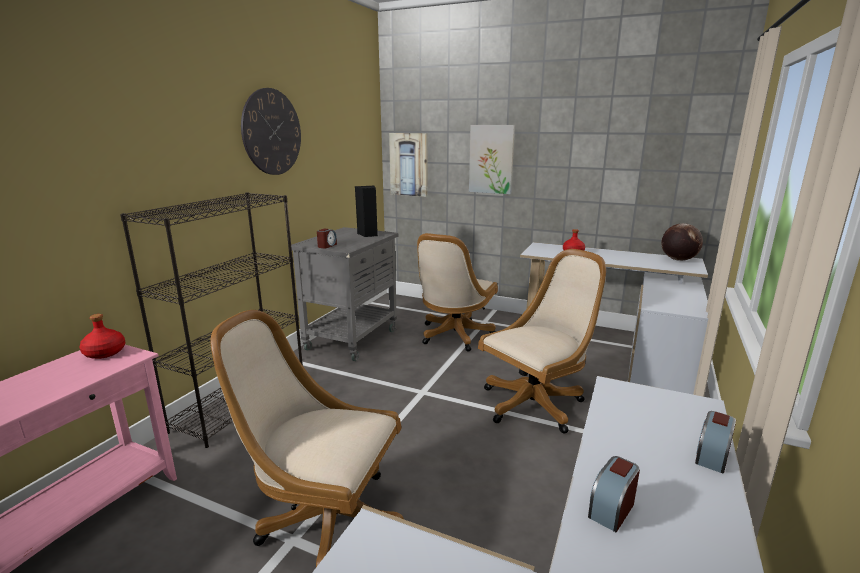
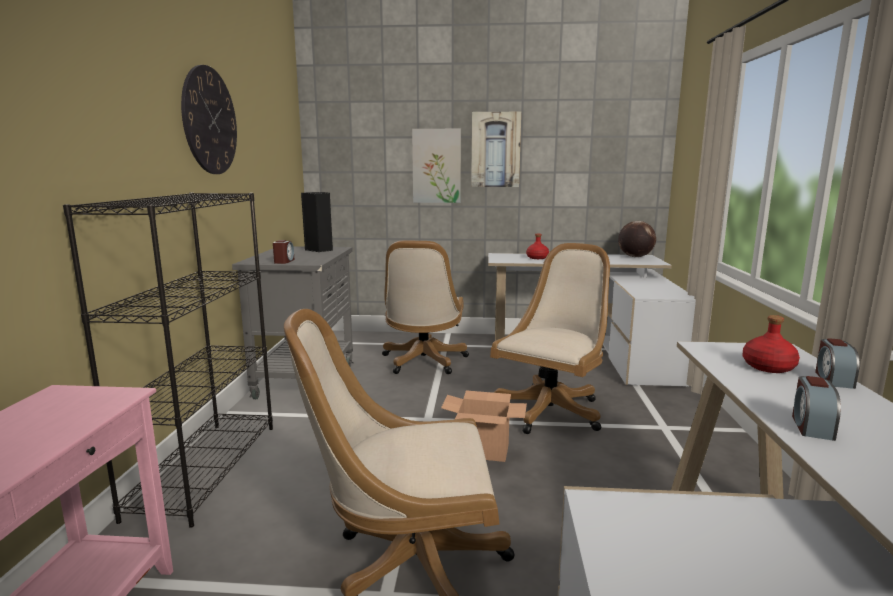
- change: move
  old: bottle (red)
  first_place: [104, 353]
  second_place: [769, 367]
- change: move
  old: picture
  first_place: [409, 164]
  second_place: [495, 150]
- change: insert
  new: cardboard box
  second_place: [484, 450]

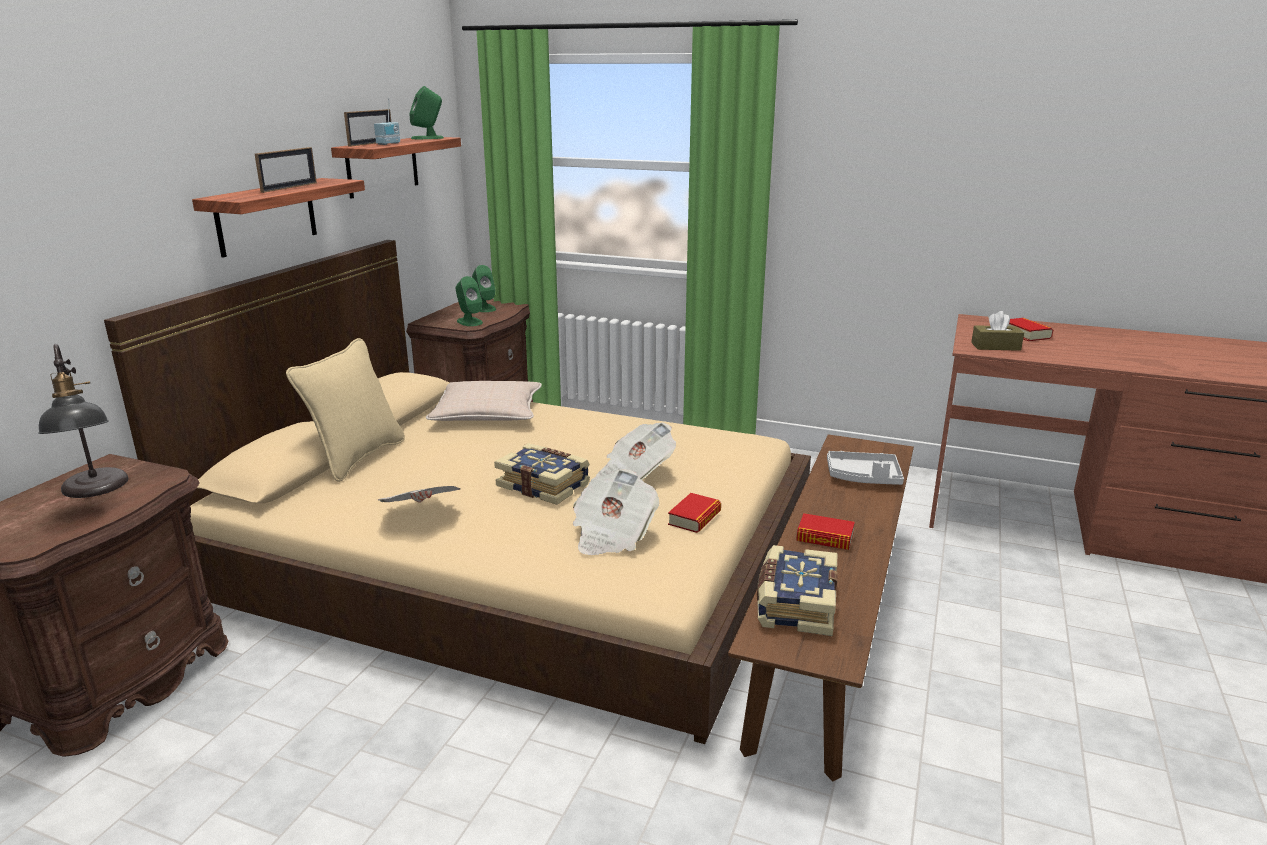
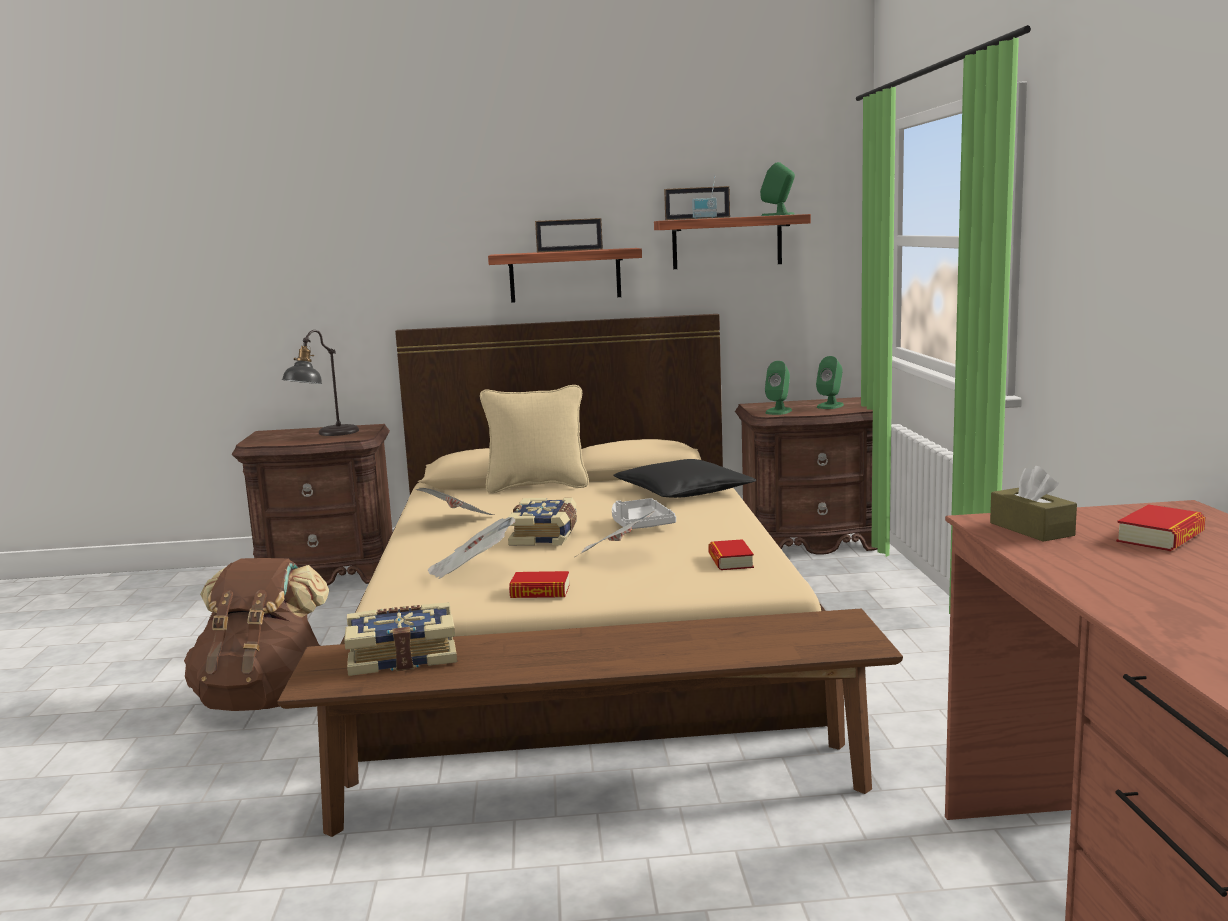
- change: recolor
  old: pillow (beige-coloured)
  new: pillow (black)
  first_place: [487, 412]
  second_place: [683, 490]
- change: move
  old: bound book
  first_place: [825, 537]
  second_place: [730, 561]
- change: move
  old: tray (gray)
  first_place: [863, 477]
  second_place: [640, 524]
- change: insert
  new: rucksack (brownish)
  second_place: [264, 699]

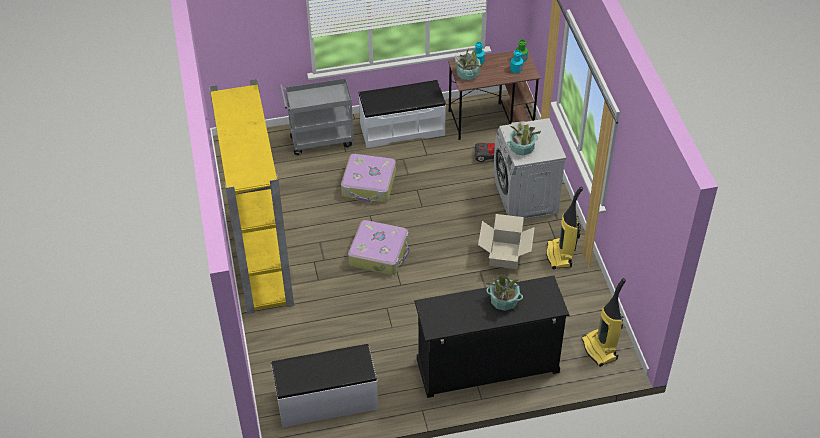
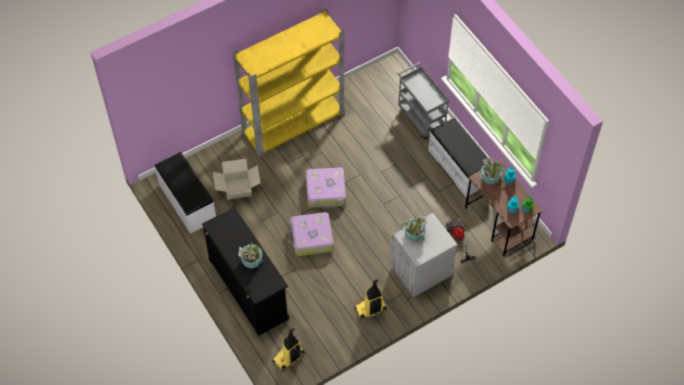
- change: move
  old: suitcase
  first_place: [369, 184]
  second_place: [311, 238]
- change: move
  old: cardboard box
  first_place: [504, 255]
  second_place: [237, 188]

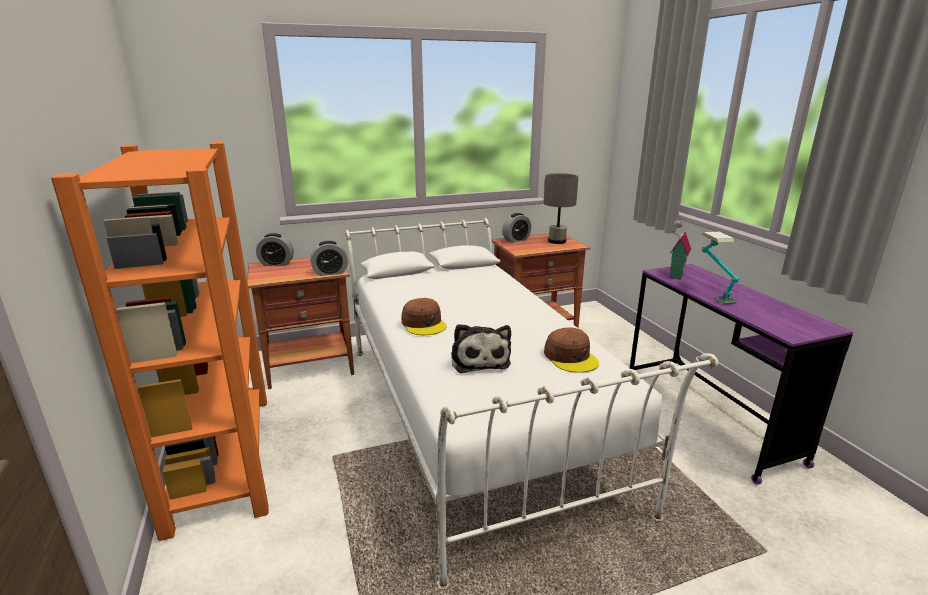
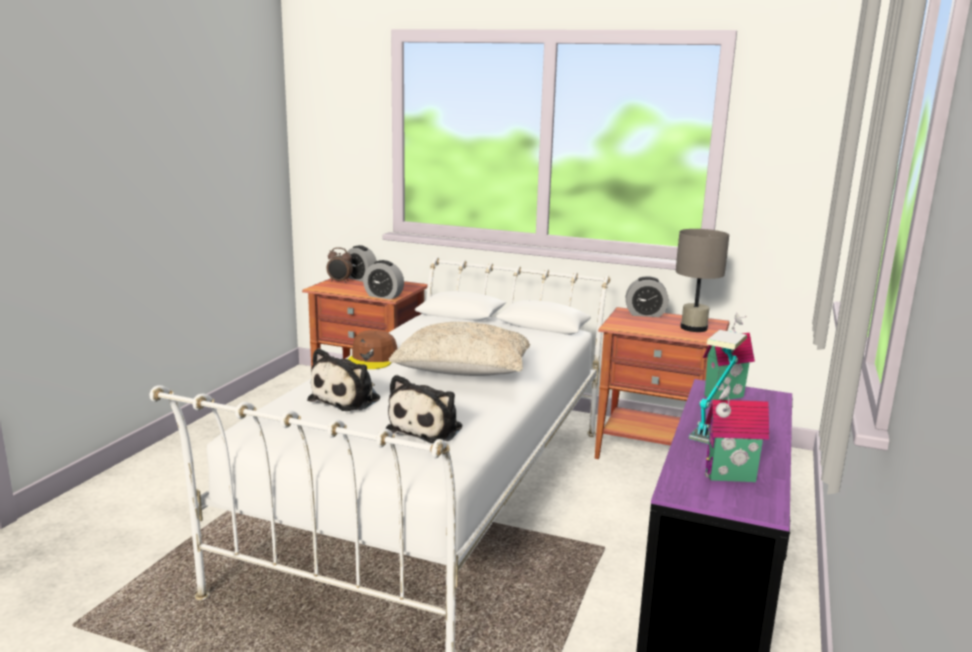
- change: delete
  old: shelving unit (orange-coloured)
  first_place: [222, 458]
- change: replace
  old: peaked cap (brownish)
  new: cuddly toy
  first_place: [571, 357]
  second_place: [428, 428]
- change: insert
  new: table clock
  second_place: [340, 281]
- change: insert
  new: pillow (beige-coloured)
  second_place: [464, 372]
- change: insert
  new: model house
  second_place: [730, 478]

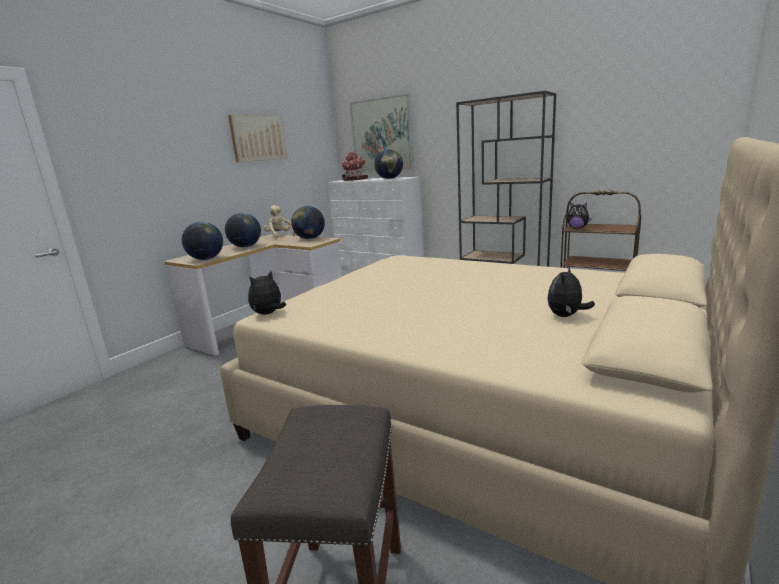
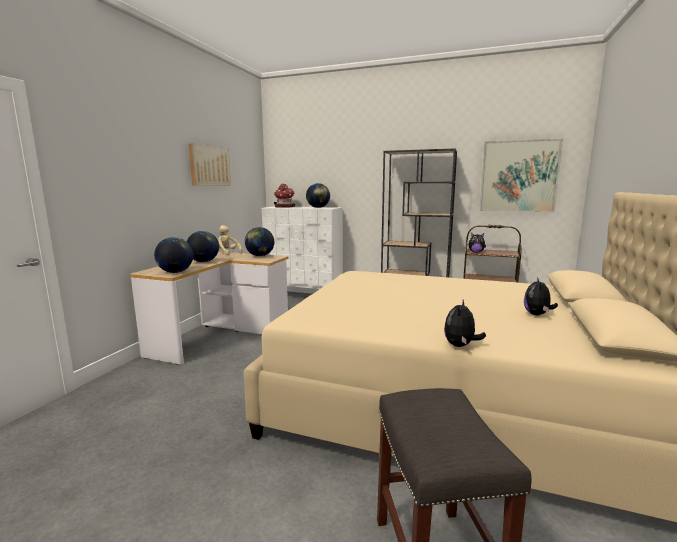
- change: move
  old: cuddly toy
  first_place: [268, 314]
  second_place: [460, 346]
- change: move
  old: picture
  first_place: [382, 135]
  second_place: [518, 176]

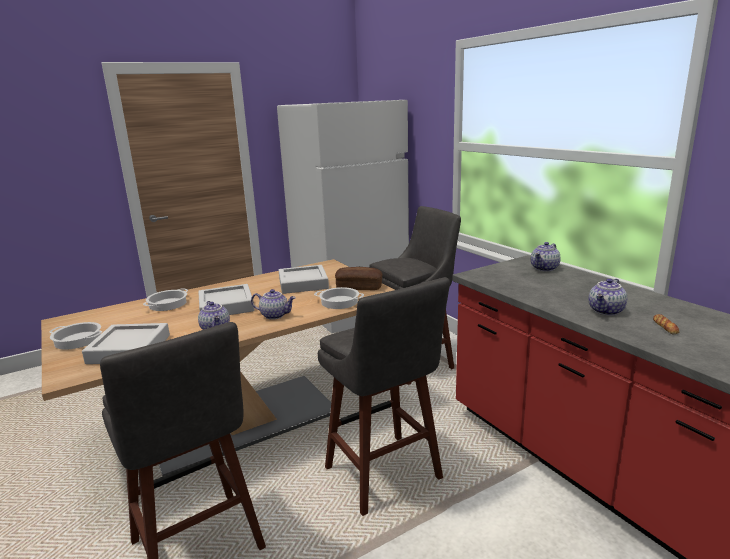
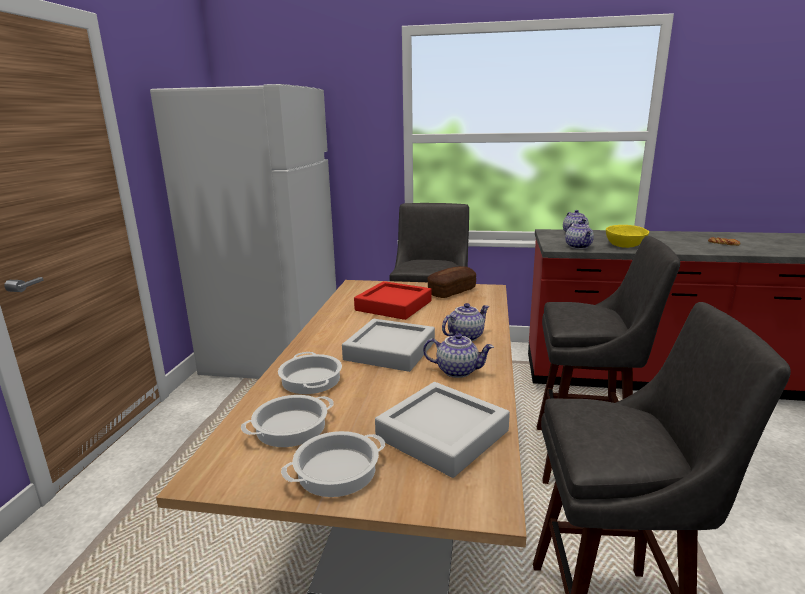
- change: recolor
  old: tray (gray)
  new: tray (red)
  first_place: [303, 284]
  second_place: [393, 306]
- change: move
  old: stockpot
  first_place: [340, 302]
  second_place: [291, 427]
- change: move
  old: tea pot
  first_place: [606, 311]
  second_place: [579, 246]
- change: insert
  new: bowl (yellowish)
  second_place: [624, 245]

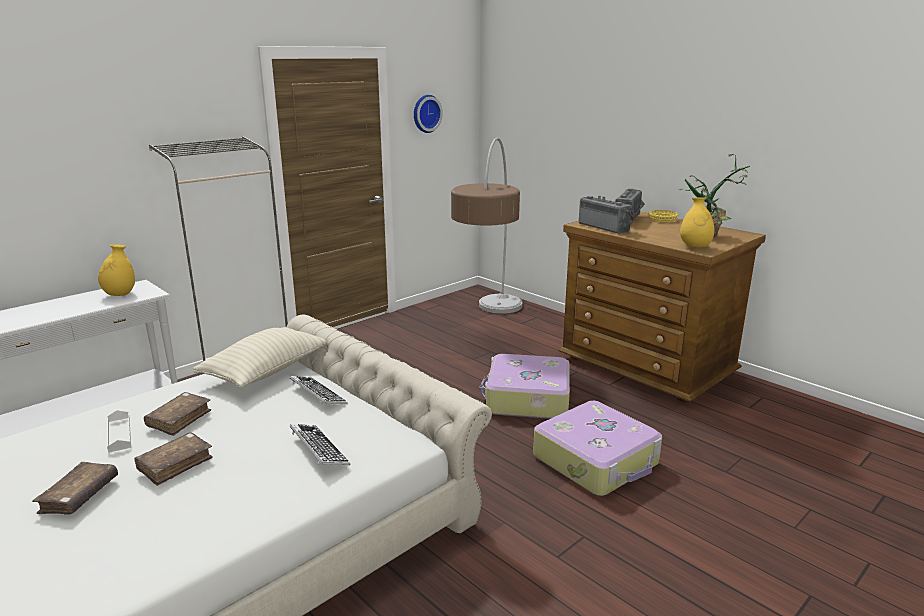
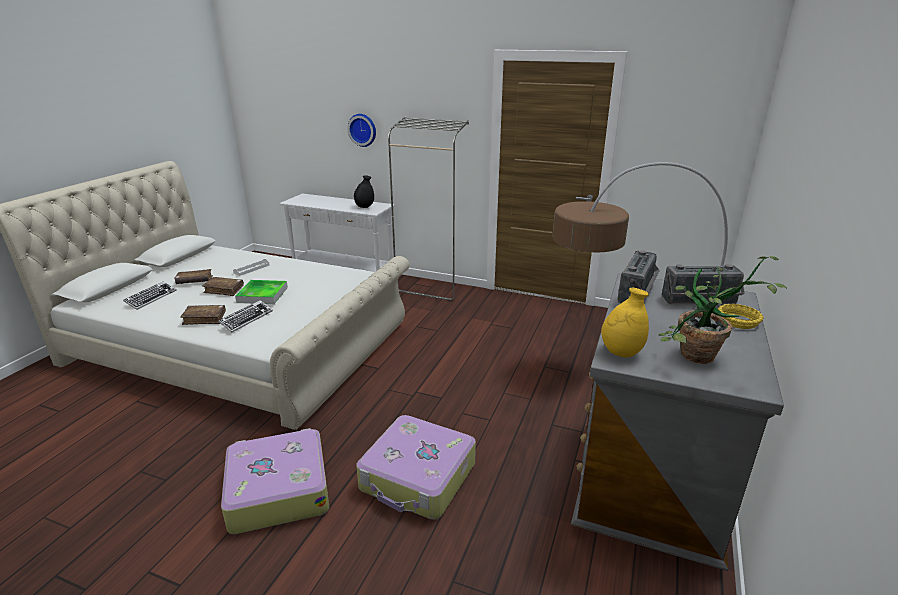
- change: recolor
  old: vase (yellowish)
  new: vase (black)
  first_place: [120, 294]
  second_place: [364, 207]
- change: move
  old: bound book (brownish)
  first_place: [179, 419]
  second_place: [205, 319]
- change: delete
  old: pillow (beige-coloured)
  first_place: [267, 371]
- change: move
  old: computer keyboard
  first_place: [317, 395]
  second_place: [151, 298]
- change: move
  old: hanging clock
  first_place: [425, 113]
  second_place: [363, 130]
- change: move
  old: suitcase
  first_place: [526, 398]
  second_place: [277, 490]
- change: recolor
  old: drawer chest (brownish)
  new: drawer chest (gray)
  first_place: [647, 366]
  second_place: [650, 482]
- change: insert
  new: tray
  second_place: [262, 295]

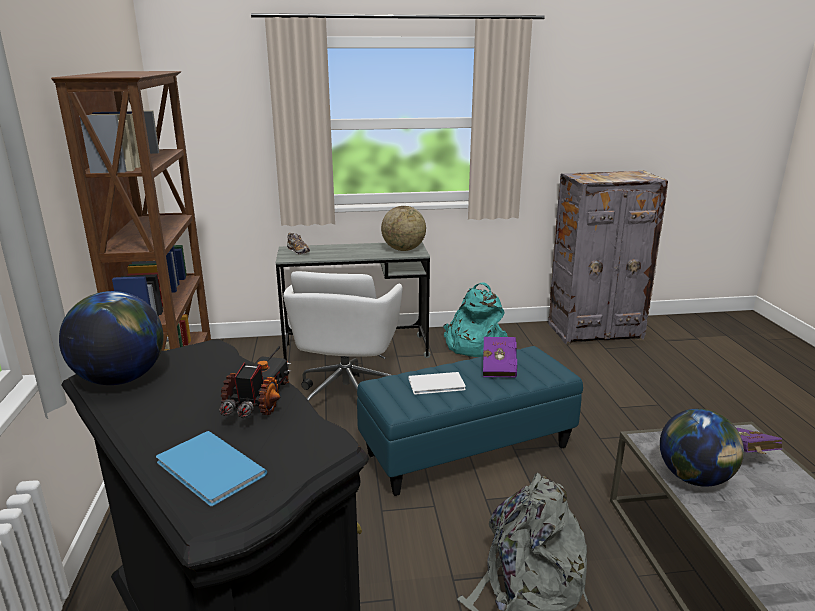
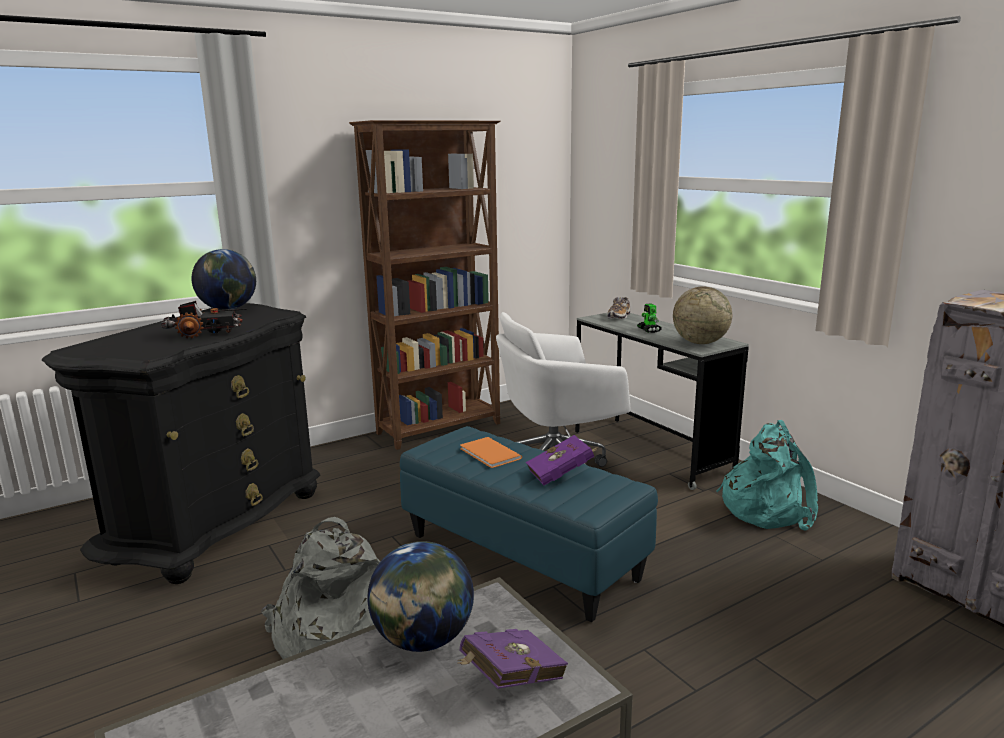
- change: delete
  old: bound book (bluish)
  first_place: [209, 471]
- change: recolor
  old: bound book (white)
  new: bound book (orange-coloured)
  first_place: [438, 384]
  second_place: [489, 454]
- change: insert
  new: toy robot
  second_place: [649, 330]

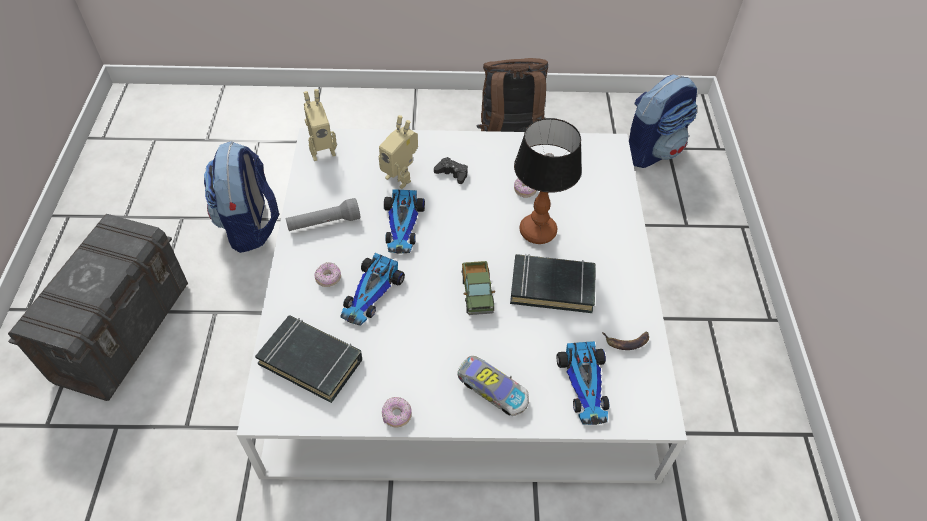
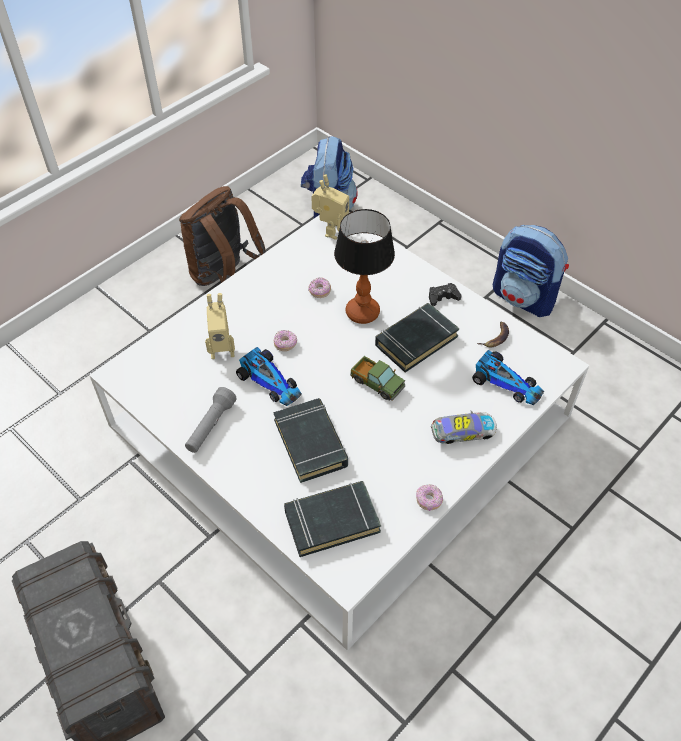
- change: move
  old: rucksack
  first_place: [250, 226]
  second_place: [524, 298]
- change: move
  old: toy robot
  first_place: [322, 151]
  second_place: [330, 230]
- change: move
  old: ring doughnut
  first_place: [328, 278]
  second_place: [285, 344]
- change: replace
  old: miniature car
  new: bound book (black)
  first_place: [371, 293]
  second_place: [311, 443]
- change: move
  old: joypad (black)
  first_place: [452, 173]
  second_place: [443, 297]

